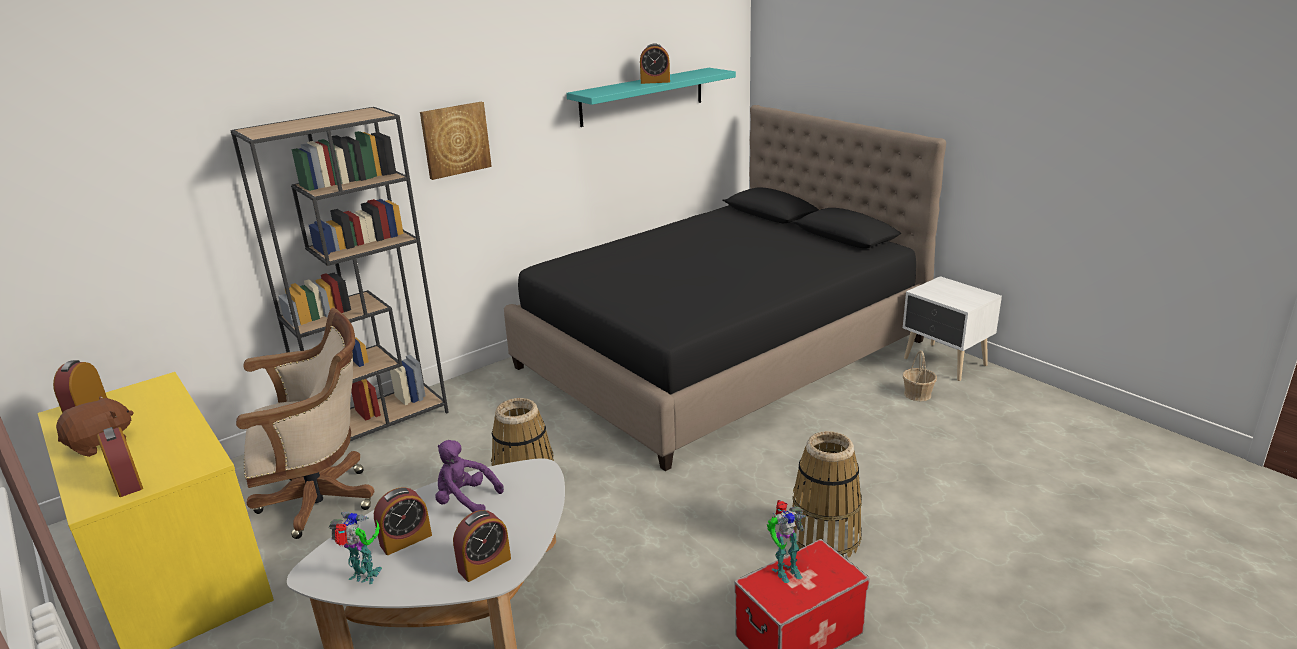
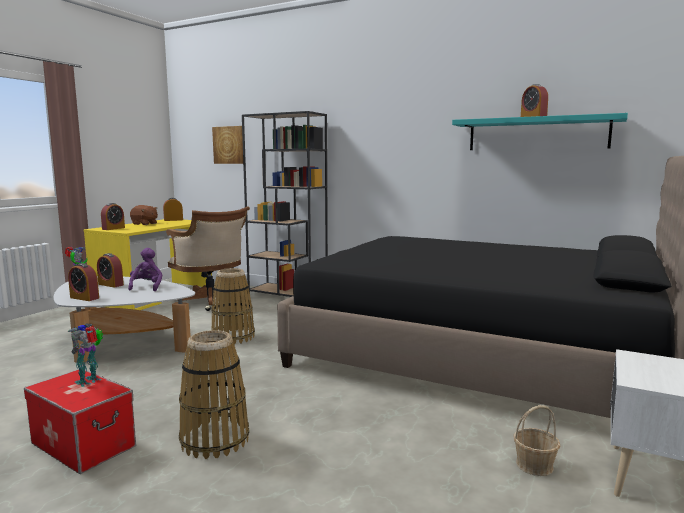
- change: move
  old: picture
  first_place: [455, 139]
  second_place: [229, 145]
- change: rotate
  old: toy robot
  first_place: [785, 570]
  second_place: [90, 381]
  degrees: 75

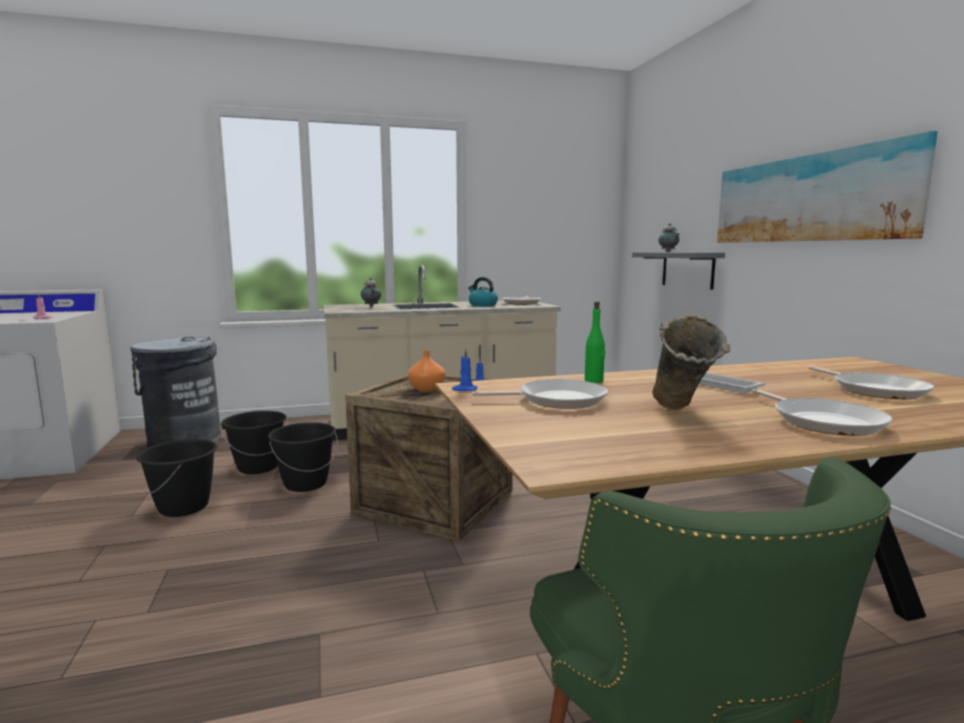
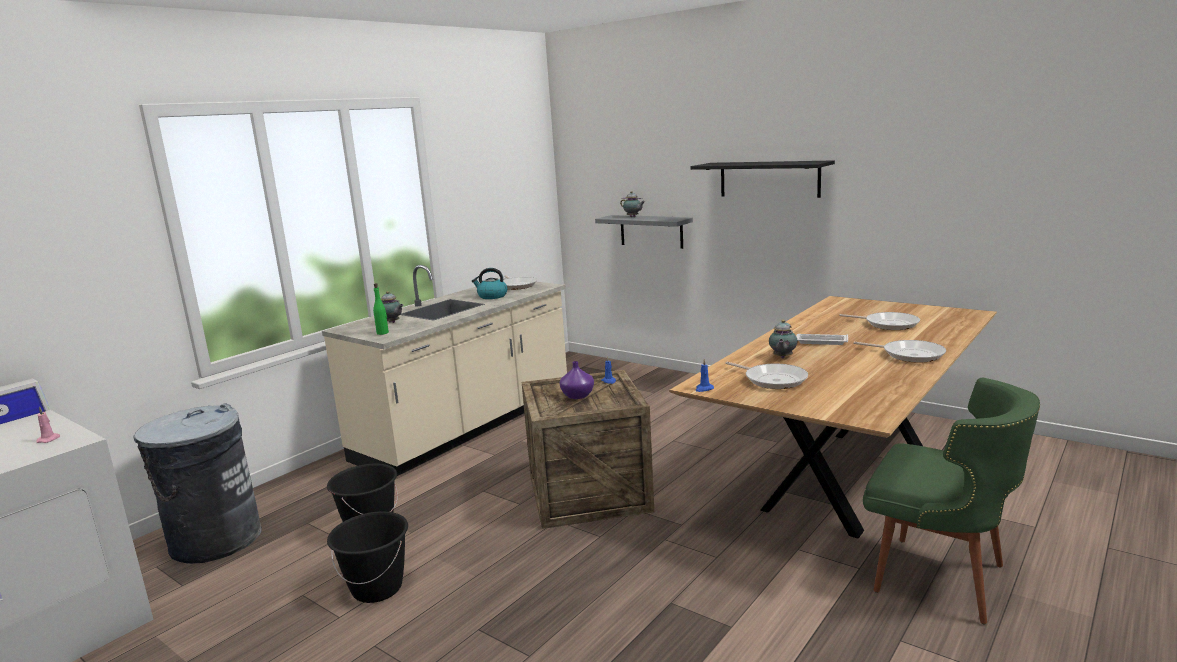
- change: delete
  old: water bucket (black)
  first_place: [305, 484]
- change: recolor
  old: vase (orange-coloured)
  new: vase (purple)
  first_place: [426, 389]
  second_place: [577, 396]
- change: rotate
  old: frying pan
  first_place: [556, 400]
  second_place: [773, 380]
  degrees: 90
- change: move
  old: bottle (green-coloured)
  first_place: [594, 381]
  second_place: [383, 333]
- change: delete
  old: vase (beige-coloured)
  first_place: [681, 414]
- change: replace
  old: picture
  new: shelf (black)
  first_place: [808, 199]
  second_place: [769, 179]
- change: insert
  new: tea pot
  second_place: [782, 357]

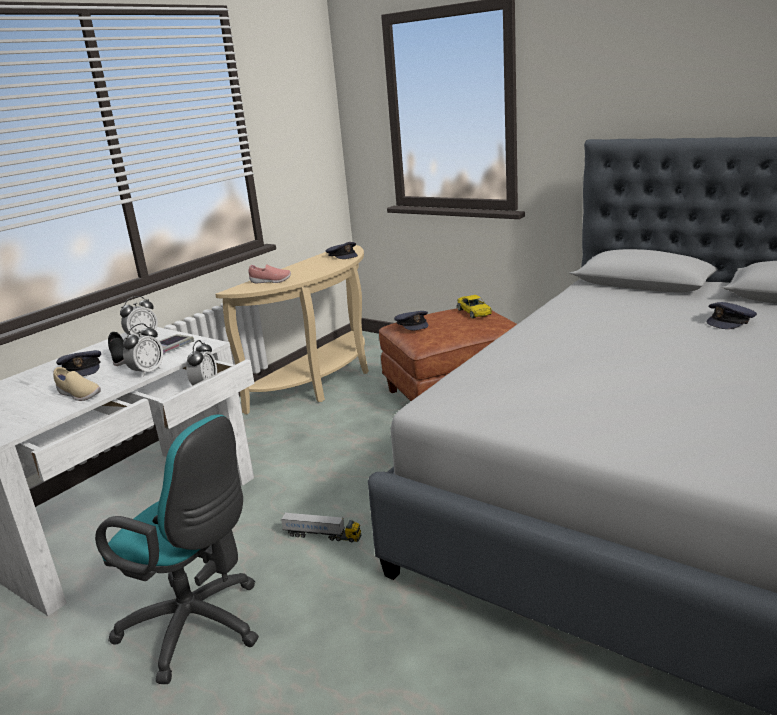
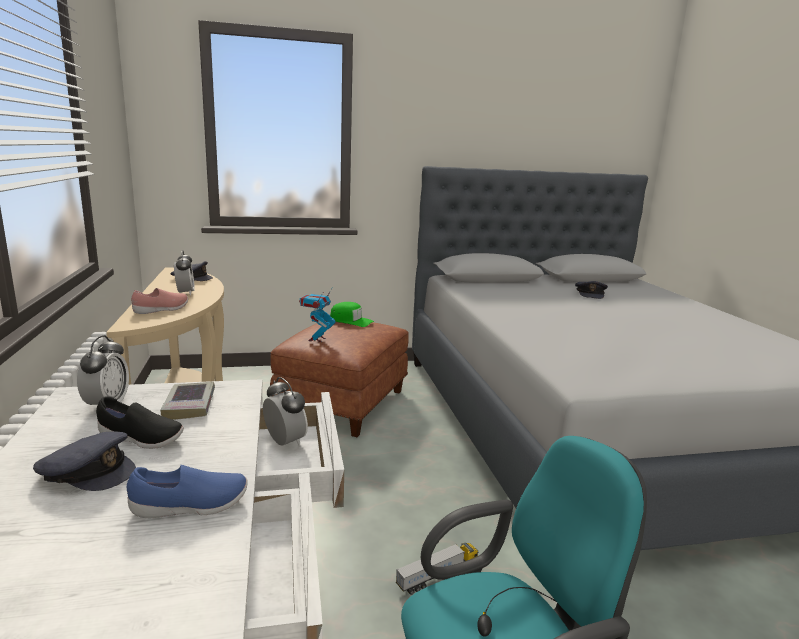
- change: recolor
  old: low shoe (beige-coloured)
  new: low shoe (bluish)
  first_place: [78, 395]
  second_place: [190, 507]
- change: move
  old: table clock
  first_place: [147, 372]
  second_place: [185, 293]
- change: replace
  old: peaked cap (gray)
  new: toy robot
  first_place: [412, 324]
  second_place: [317, 339]
- change: replace
  old: miniature car (yellowish)
  new: peaked cap (green-coloured)
  first_place: [474, 312]
  second_place: [351, 321]

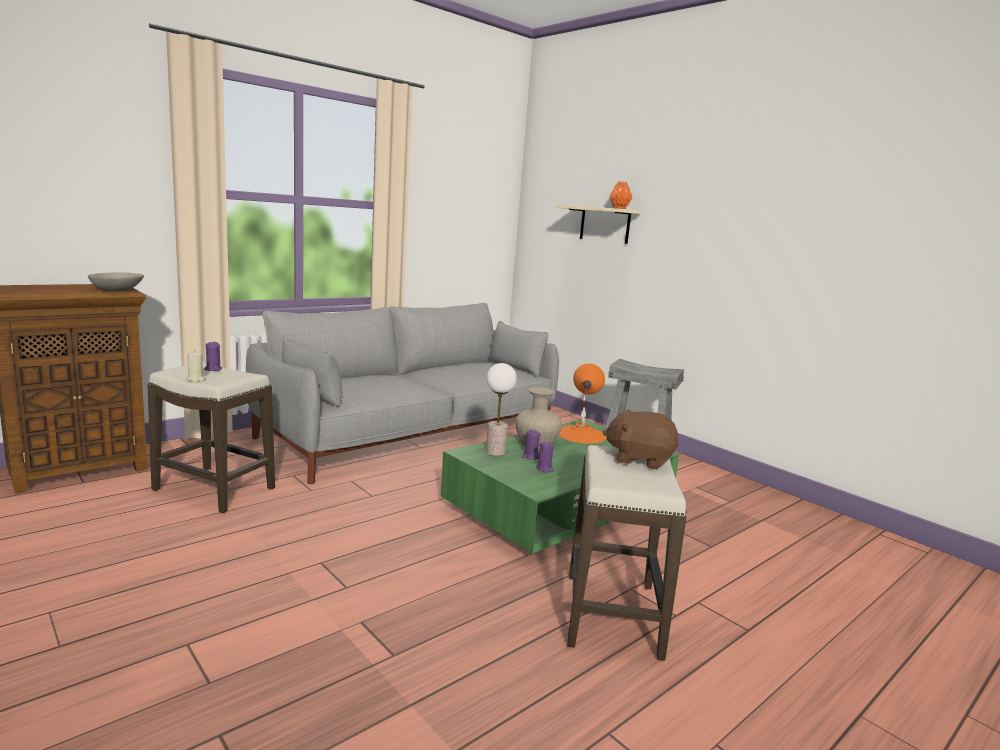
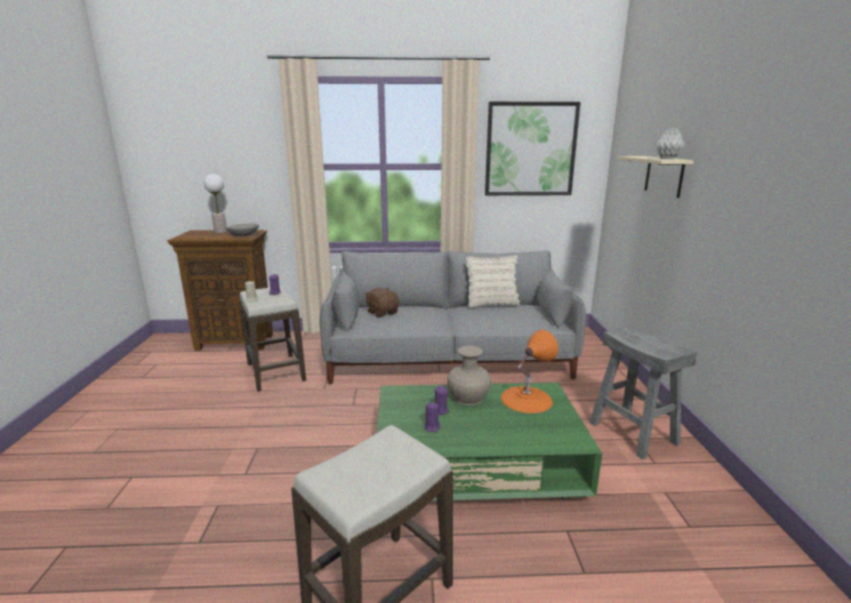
- change: move
  old: tabletop lamp
  first_place: [495, 452]
  second_place: [220, 232]
- change: move
  old: cuddly toy (brownish)
  first_place: [639, 459]
  second_place: [382, 313]
- change: recolor
  old: vase (orange-coloured)
  new: vase (gray)
  first_place: [618, 208]
  second_place: [667, 159]
- change: insert
  new: pillow (beige-coloured)
  second_place: [492, 304]
- change: insert
  new: picture
  second_place: [530, 149]

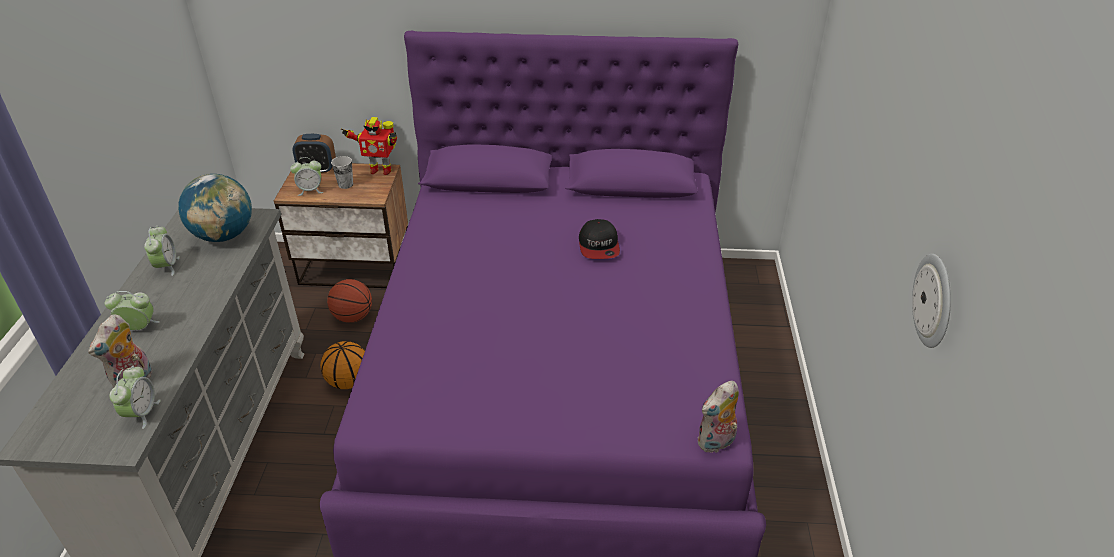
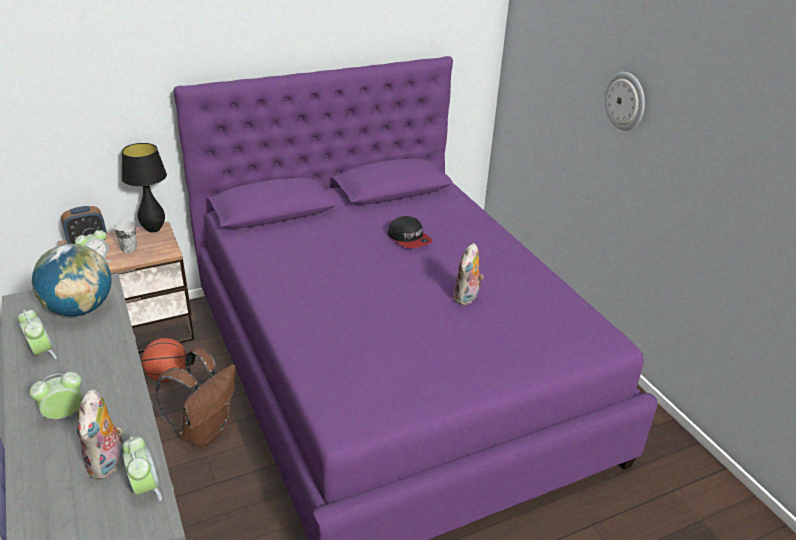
- change: replace
  old: basketball
  new: rucksack (brownish)
  first_place: [349, 381]
  second_place: [205, 430]
- change: replace
  old: toy robot
  new: tabletop lamp (black)
  first_place: [380, 170]
  second_place: [153, 229]
- change: move
  old: cuddly toy
  first_place: [716, 443]
  second_place: [466, 298]
- change: move
  old: hanging clock
  first_place: [934, 300]
  second_place: [625, 101]

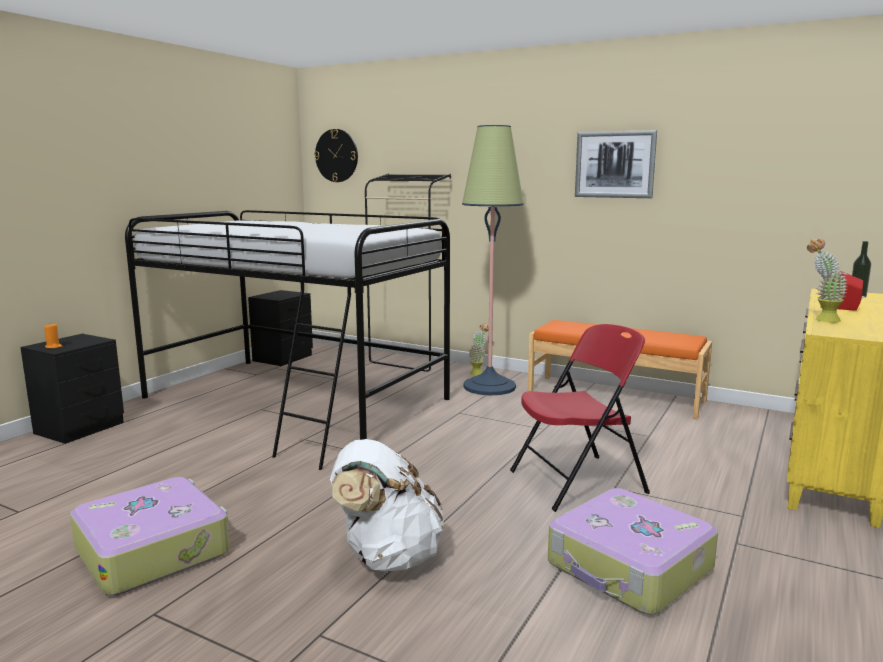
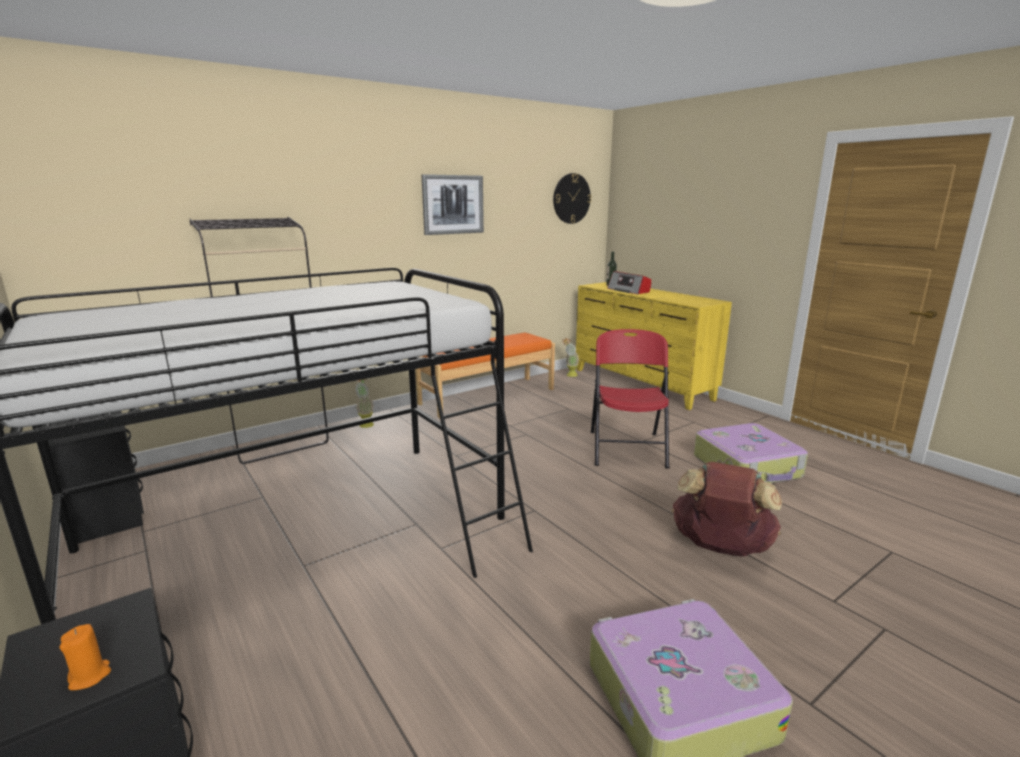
- change: move
  old: hanging clock
  first_place: [336, 155]
  second_place: [571, 198]
- change: recolor
  old: rucksack (white)
  new: rucksack (brownish)
  first_place: [387, 557]
  second_place: [720, 547]
- change: delete
  old: floor lamp
  first_place: [489, 387]
- change: move
  old: plant in a pot
  first_place: [820, 319]
  second_place: [570, 375]

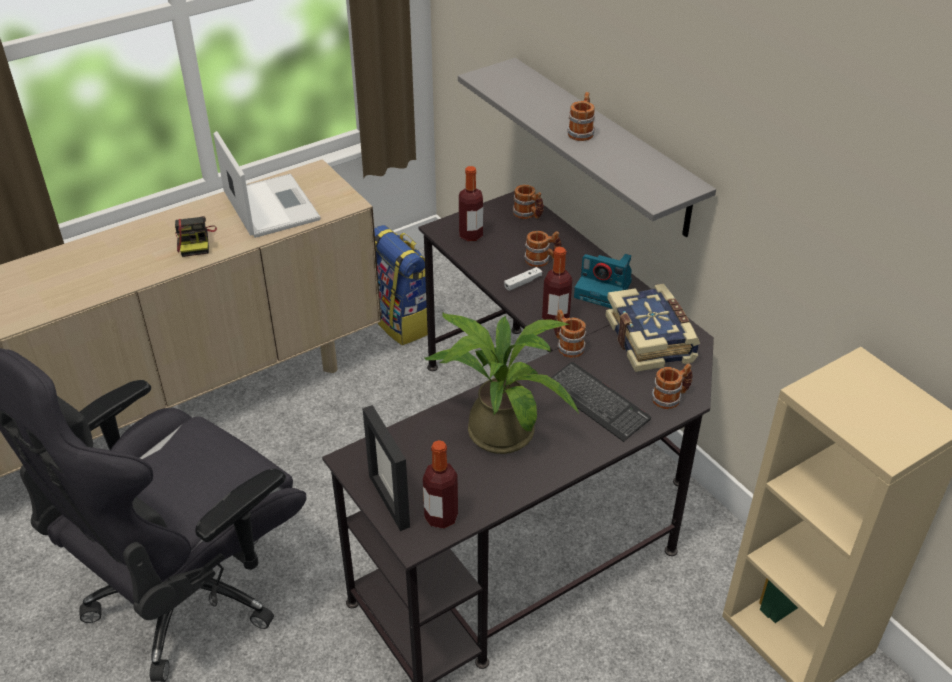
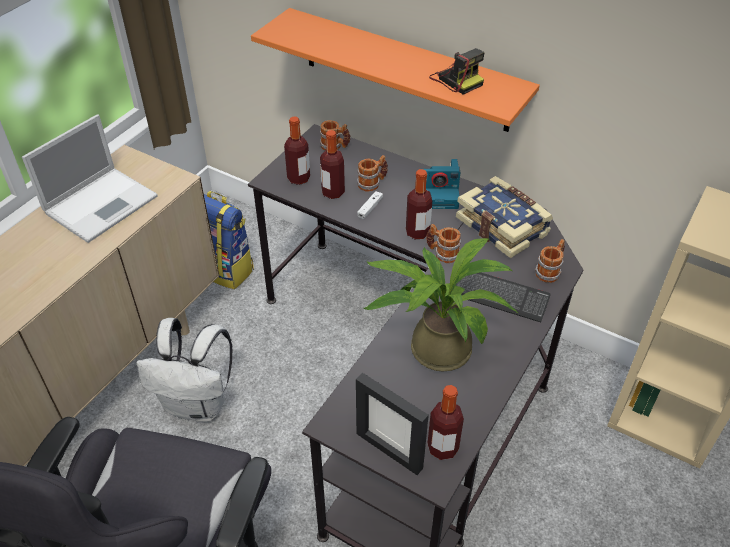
- change: move
  old: still camera
  first_place: [195, 241]
  second_place: [456, 79]
- change: rotate
  old: laptop
  first_place: [270, 206]
  second_place: [102, 203]
  degrees: 90
- change: recolor
  old: shelf (gray)
  new: shelf (orange-coloured)
  first_place: [604, 146]
  second_place: [405, 70]
- change: delete
  old: coffee mug
  first_place: [581, 131]
- change: insert
  new: rucksack (white)
  second_place: [198, 404]
- change: insert
  new: bottle
  second_place: [333, 192]

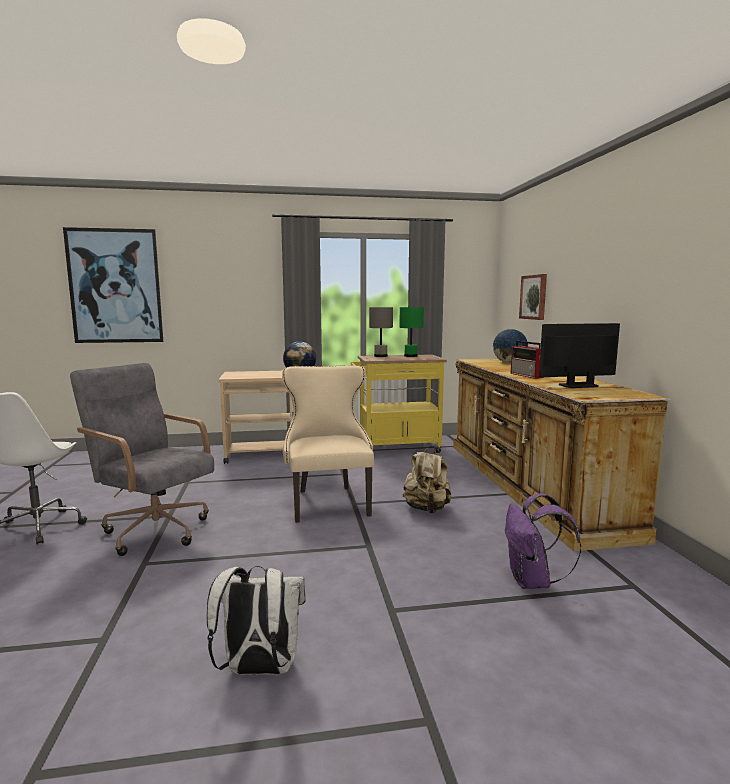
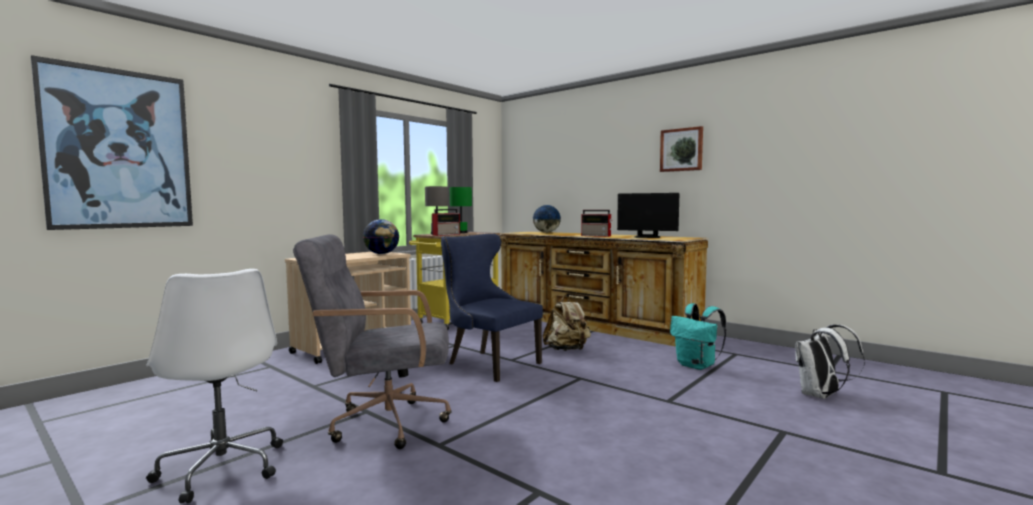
- change: move
  old: rucksack (white)
  first_place: [258, 669]
  second_place: [821, 396]
- change: recolor
  old: chair (beige-coloured)
  new: chair (bluish)
  first_place: [328, 502]
  second_place: [489, 364]
- change: recolor
  old: rucksack (purple)
  new: rucksack (turquoise)
  first_place: [532, 581]
  second_place: [697, 366]
- change: move
  old: picture
  first_place: [534, 297]
  second_place: [681, 150]
- change: rotate
  old: computer screen
  first_place: [578, 385]
  second_place: [647, 237]
  degrees: -105
- change: insert
  new: radio receiver
  second_place: [446, 234]

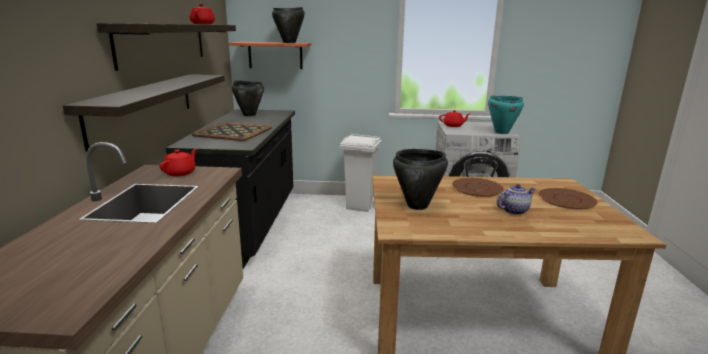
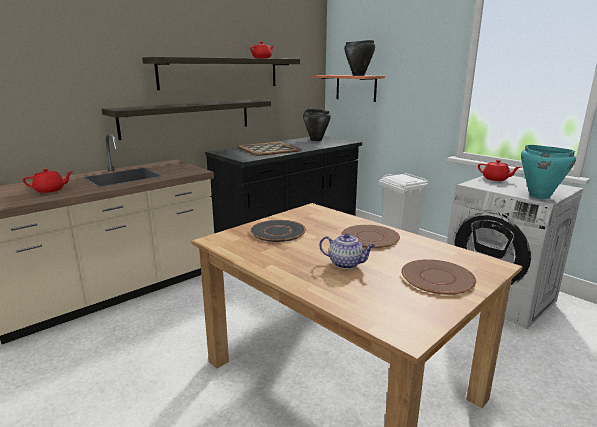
- change: move
  old: tea pot (red)
  first_place: [180, 173]
  second_place: [50, 190]
- change: replace
  old: stockpot (black)
  new: dinner plate (black)
  first_place: [417, 206]
  second_place: [278, 232]

